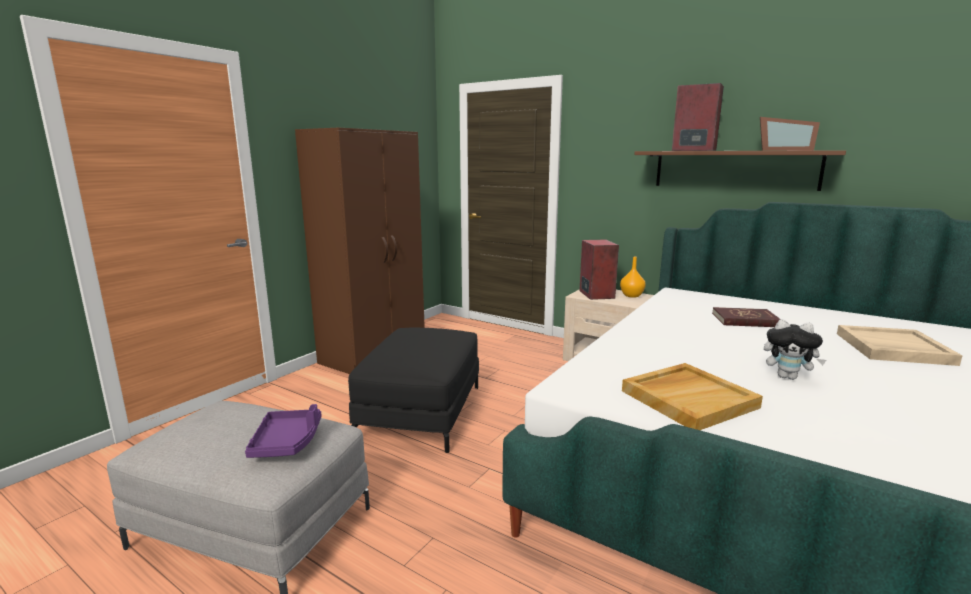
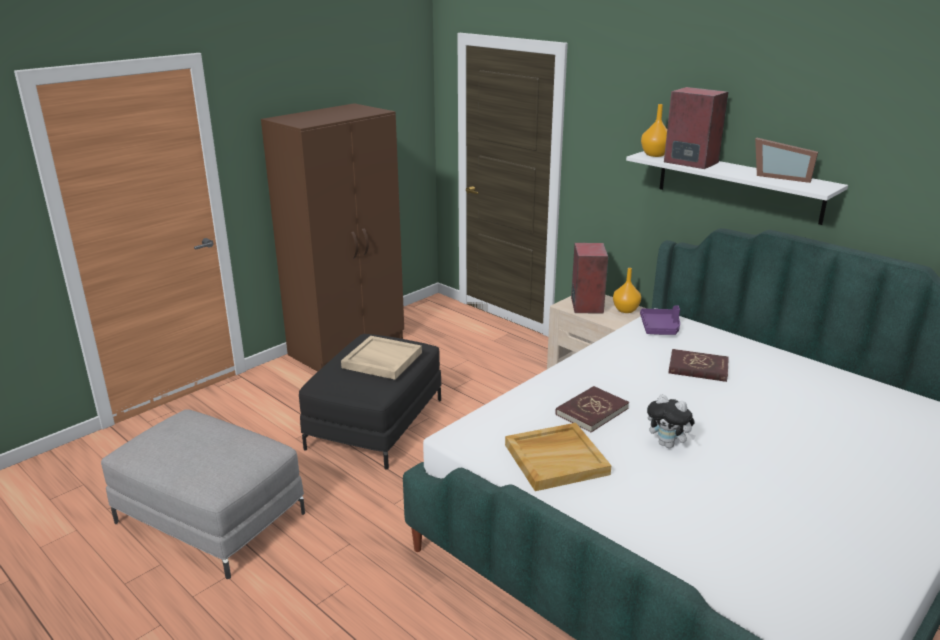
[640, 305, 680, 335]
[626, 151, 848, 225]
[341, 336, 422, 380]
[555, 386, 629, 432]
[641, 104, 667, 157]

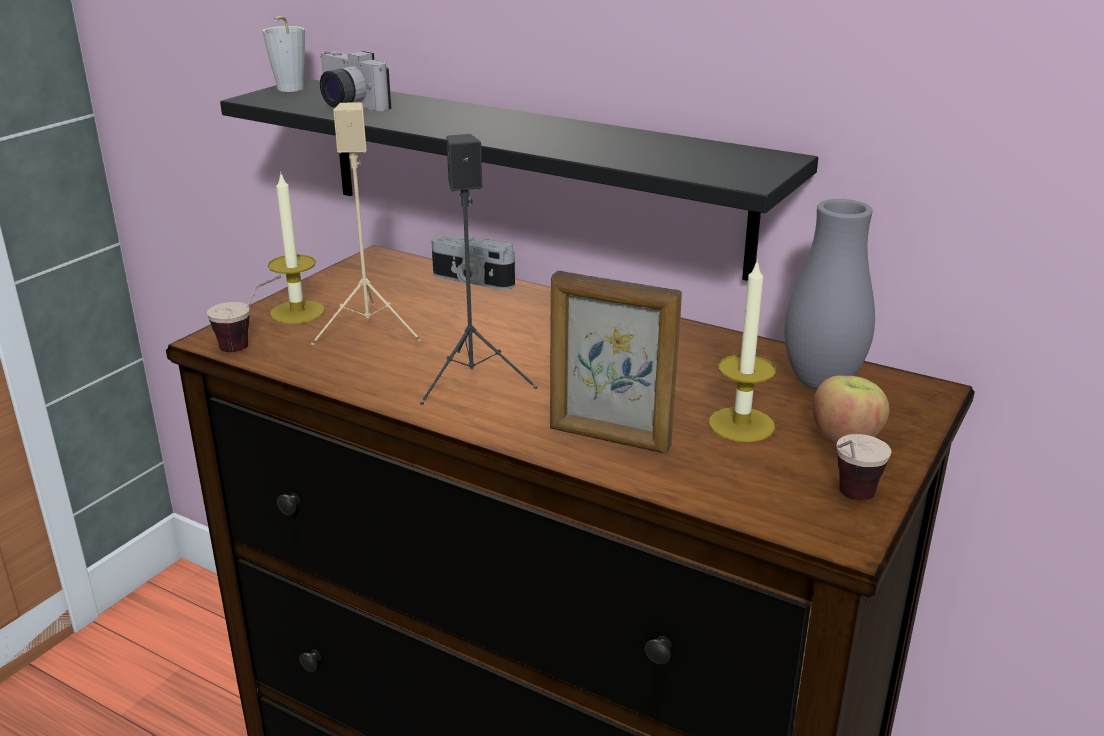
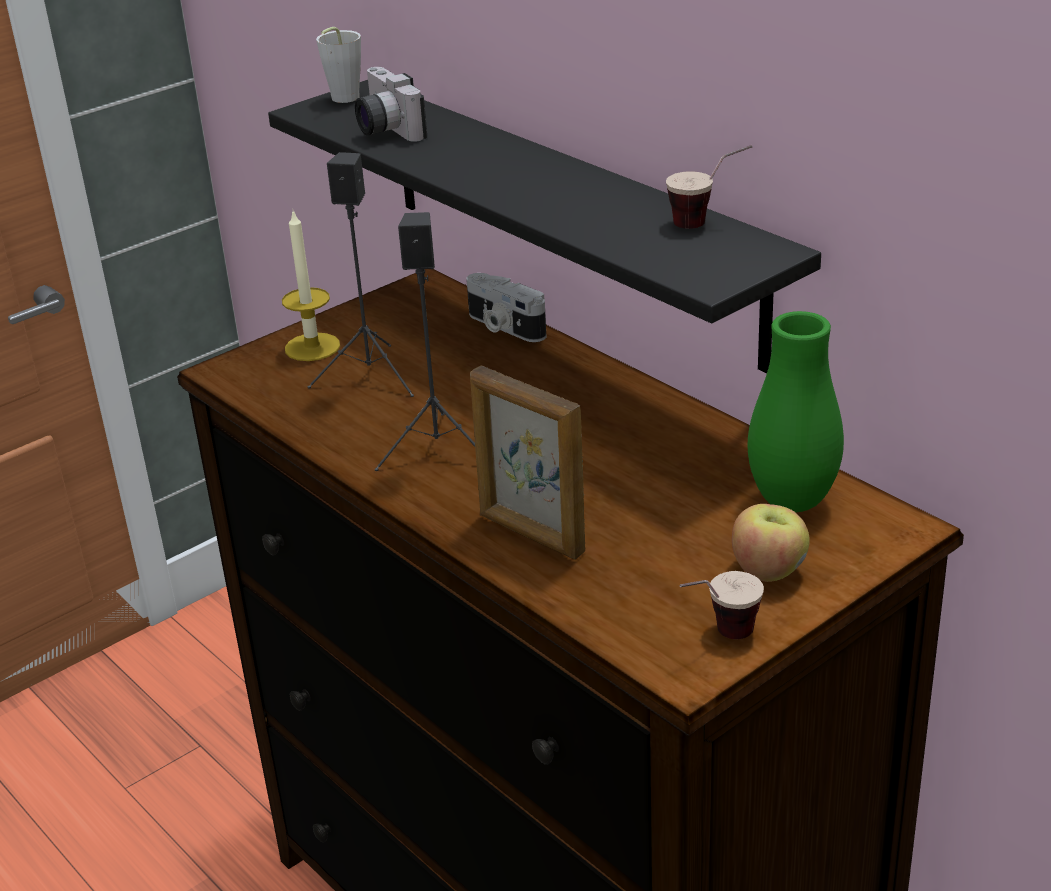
[666, 145, 752, 229]
[308, 152, 414, 397]
[709, 259, 776, 442] (first image)
[747, 311, 844, 512]

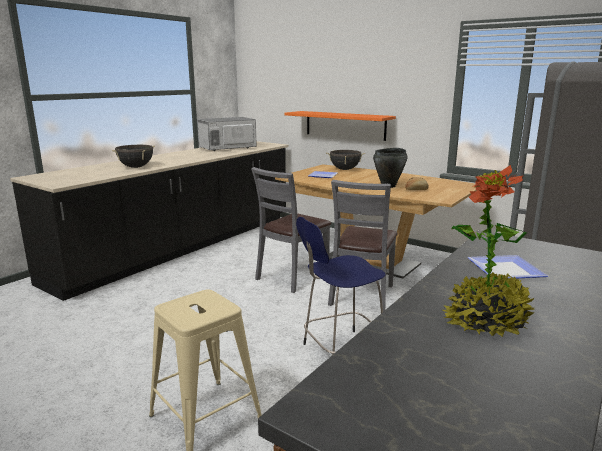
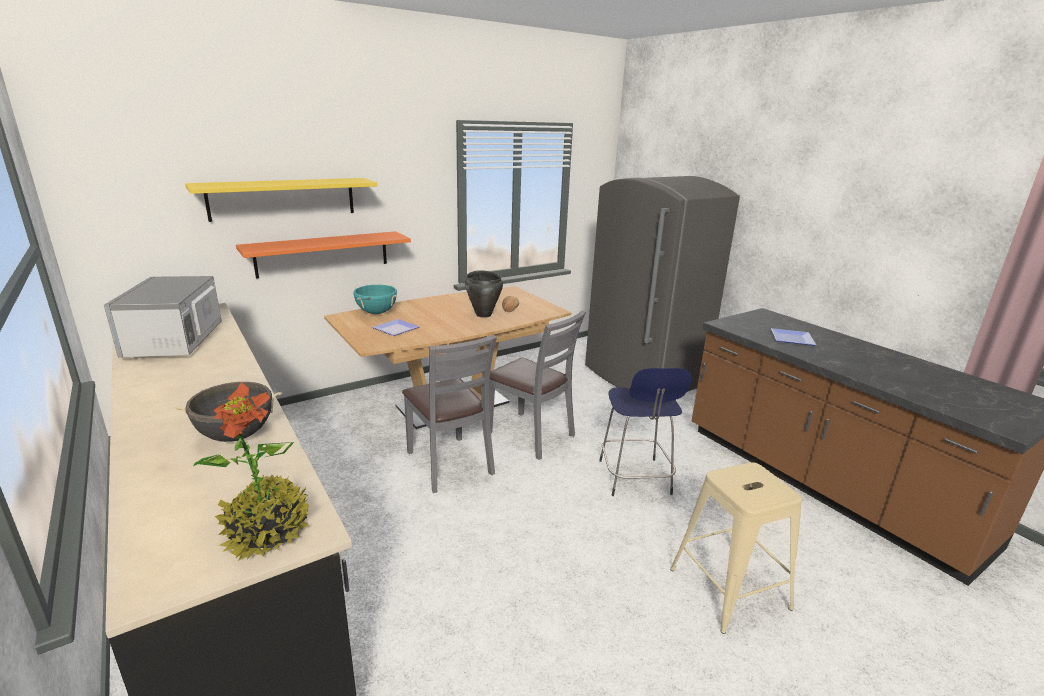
[353, 285, 397, 314]
[194, 382, 309, 561]
[185, 178, 377, 222]

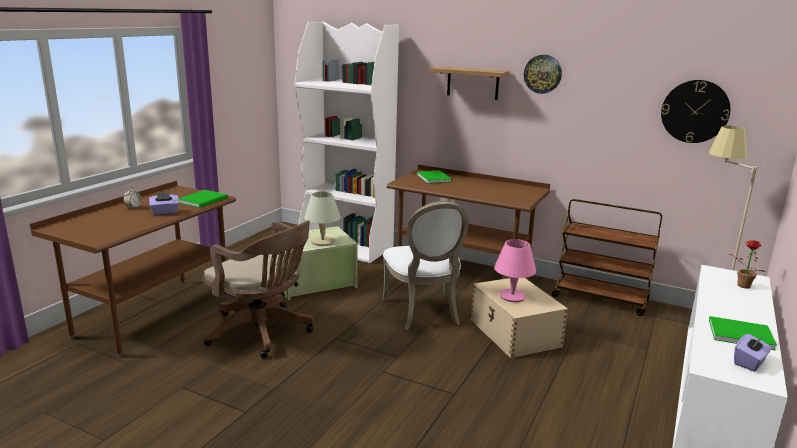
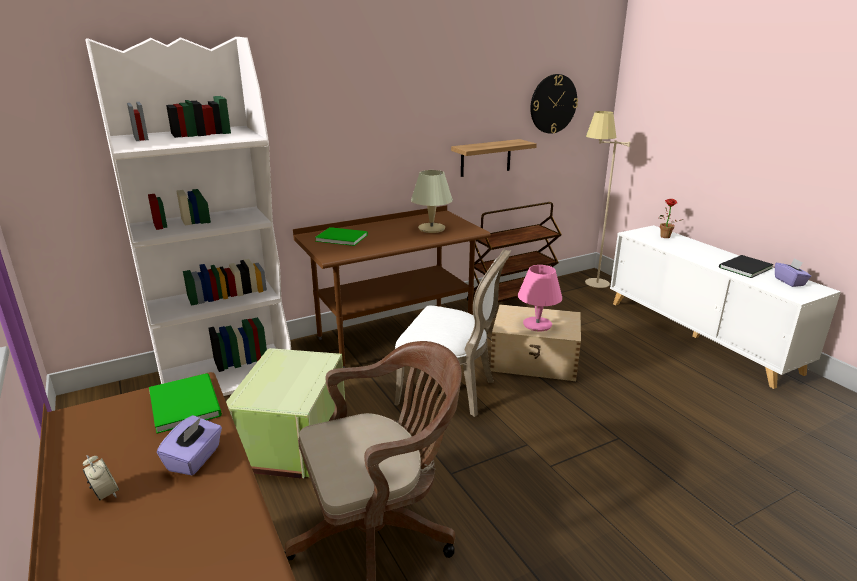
[411, 170, 453, 233]
[451, 139, 537, 177]
[524, 55, 562, 94] (first image)
[719, 255, 774, 278]

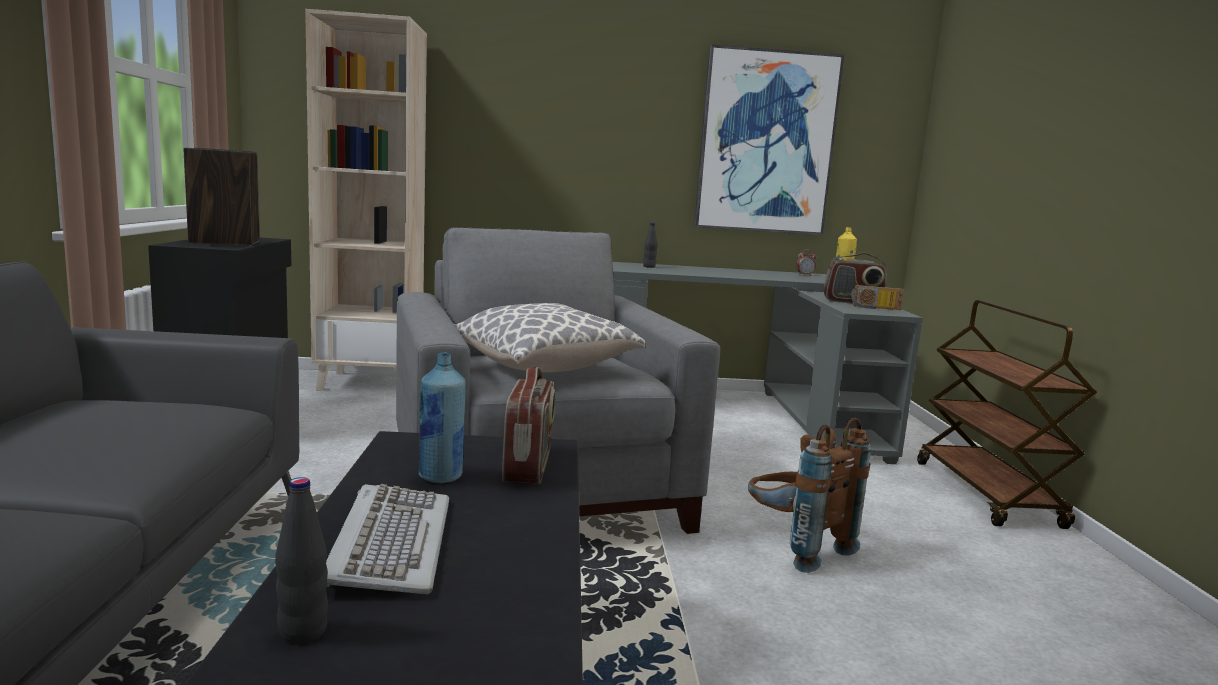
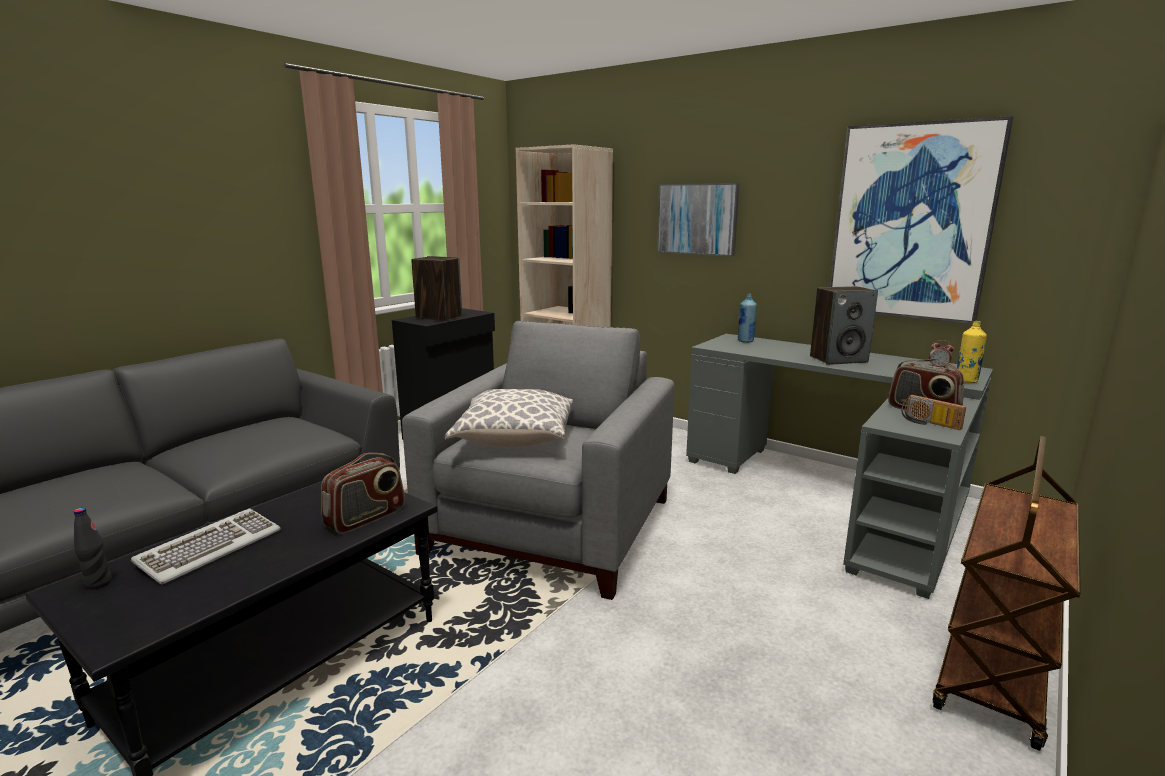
[737, 294, 757, 343]
[643, 223, 657, 268] (first image)
[748, 417, 871, 573] (first image)
[657, 183, 740, 257]
[810, 286, 878, 365]

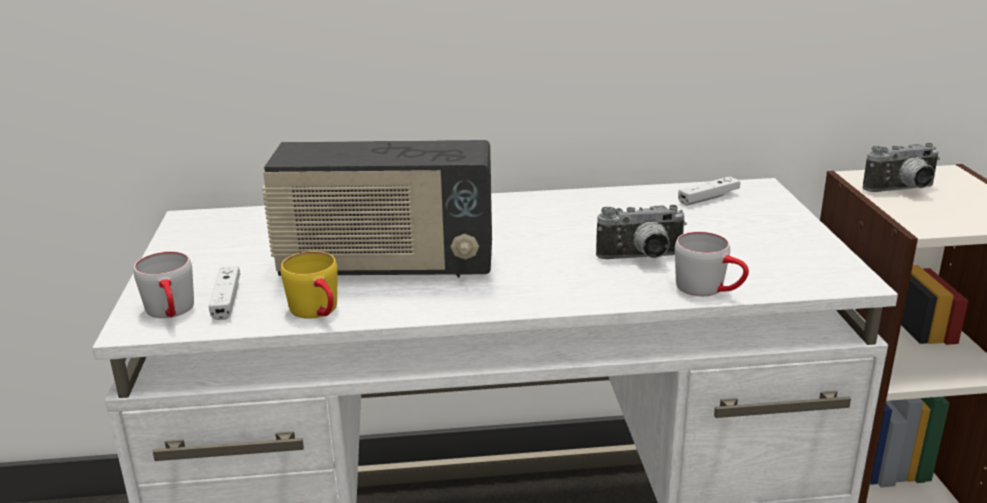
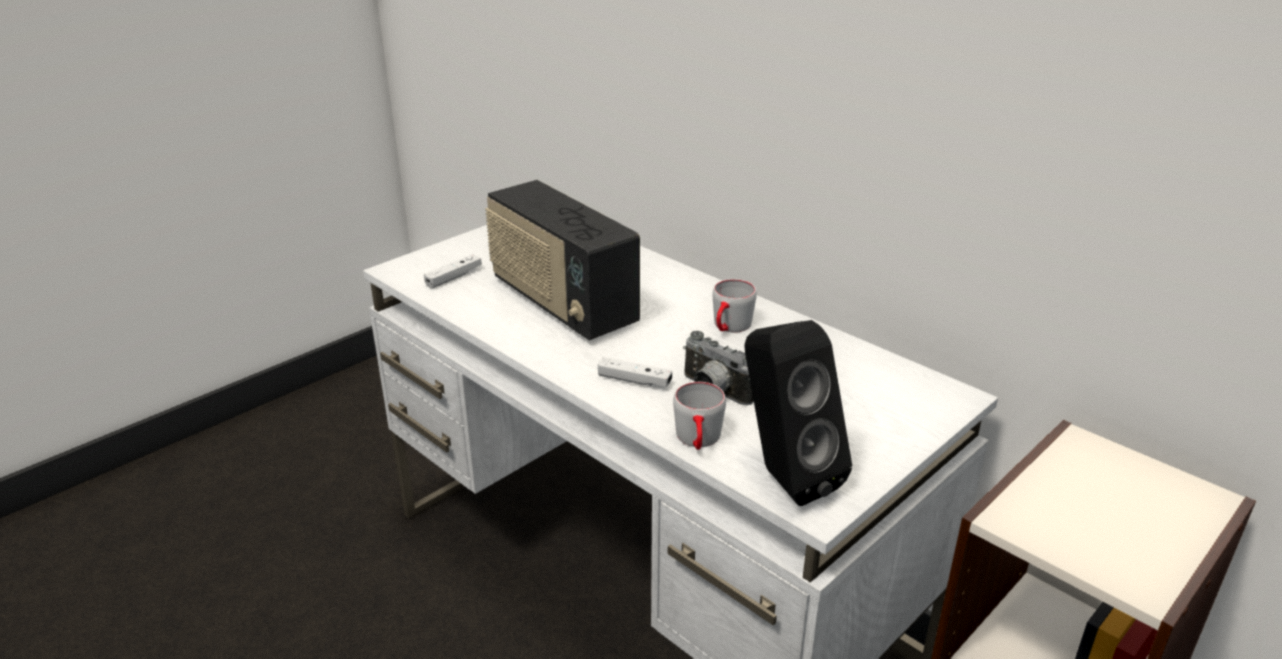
[713, 279, 757, 332]
[281, 251, 338, 319] (first image)
[597, 357, 672, 386]
[863, 143, 940, 192] (first image)
[744, 320, 852, 506]

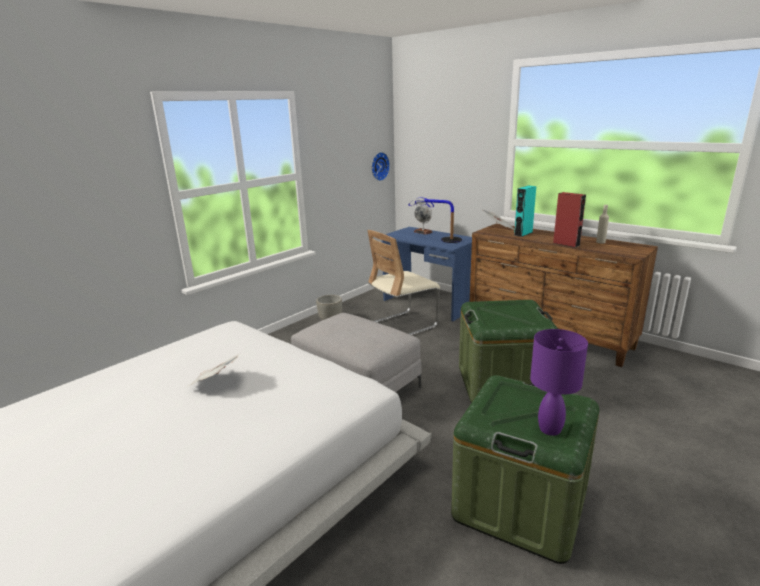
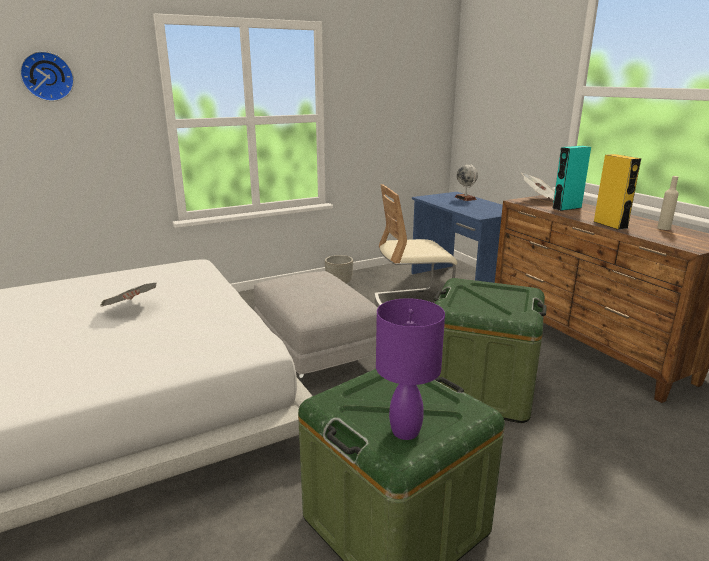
[20, 51, 74, 101]
[409, 197, 462, 243] (first image)
[594, 154, 641, 230]

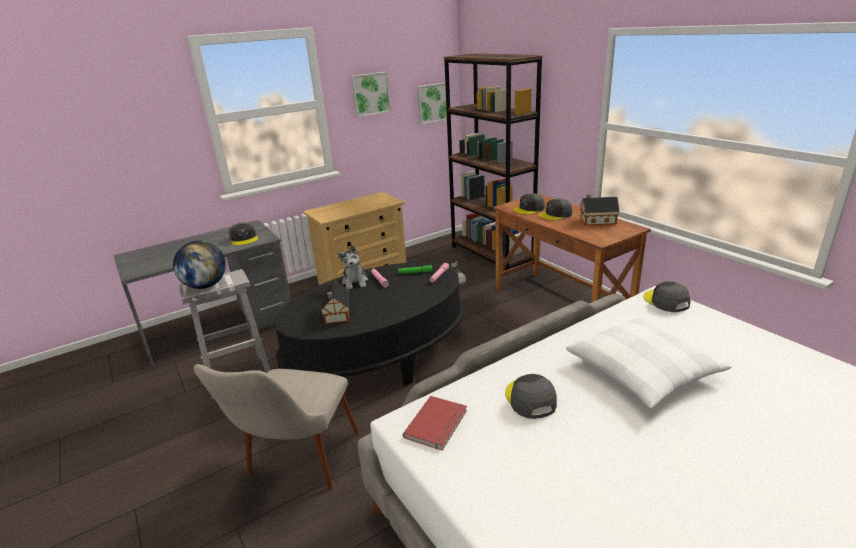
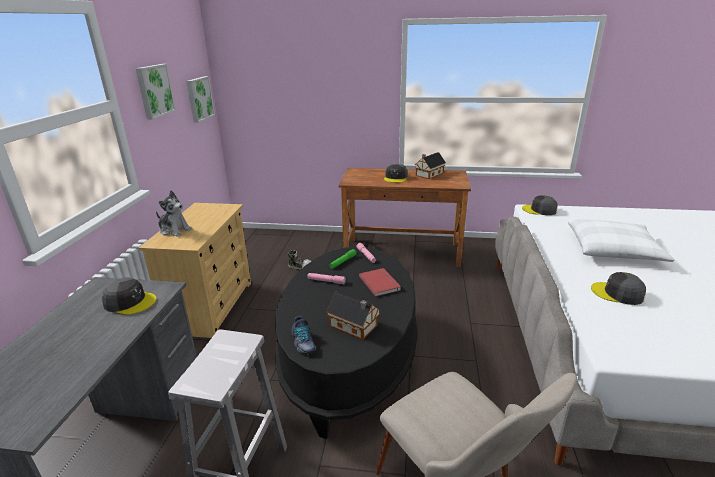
[173, 241, 226, 289] (first image)
[156, 191, 192, 237]
[359, 268, 401, 297]
[444, 53, 543, 270] (first image)
[513, 193, 545, 214] (first image)
[291, 316, 316, 355]

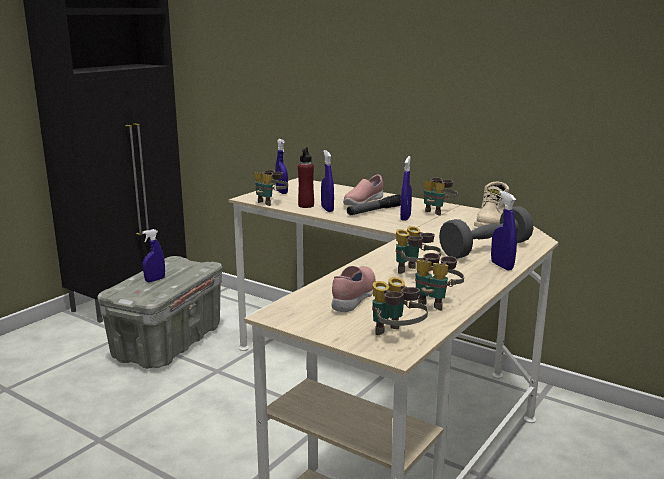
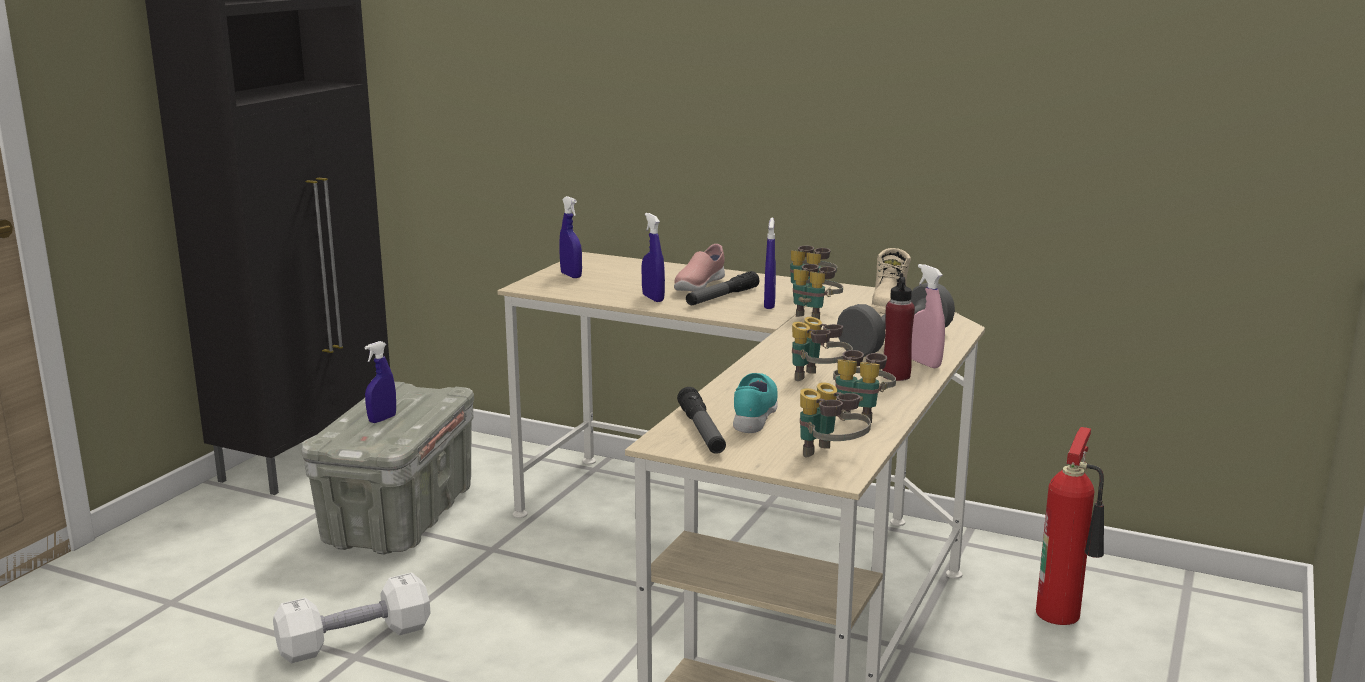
[793, 264, 843, 320]
[882, 273, 915, 381]
[733, 373, 778, 433]
[911, 264, 945, 368]
[273, 572, 431, 663]
[677, 387, 726, 454]
[1036, 427, 1104, 625]

